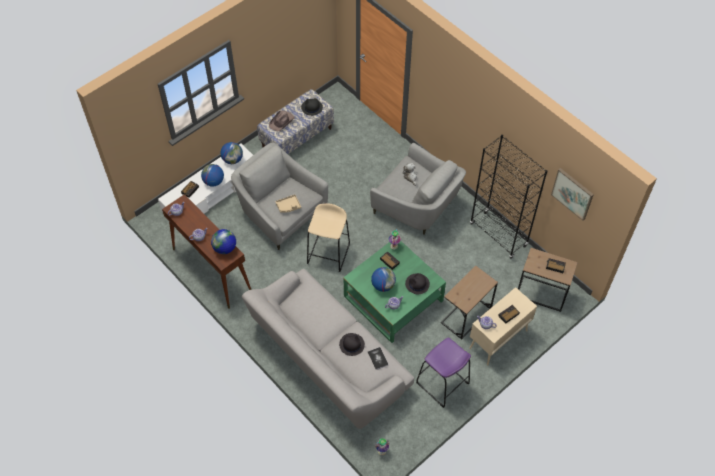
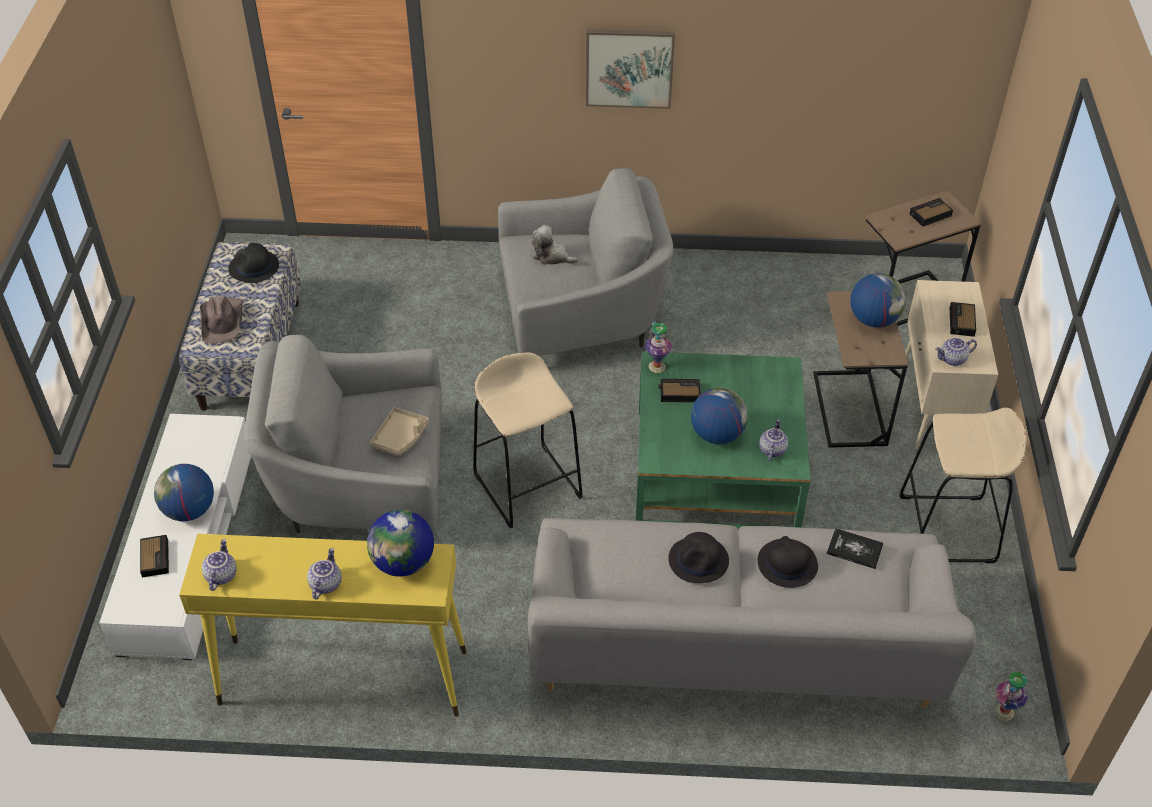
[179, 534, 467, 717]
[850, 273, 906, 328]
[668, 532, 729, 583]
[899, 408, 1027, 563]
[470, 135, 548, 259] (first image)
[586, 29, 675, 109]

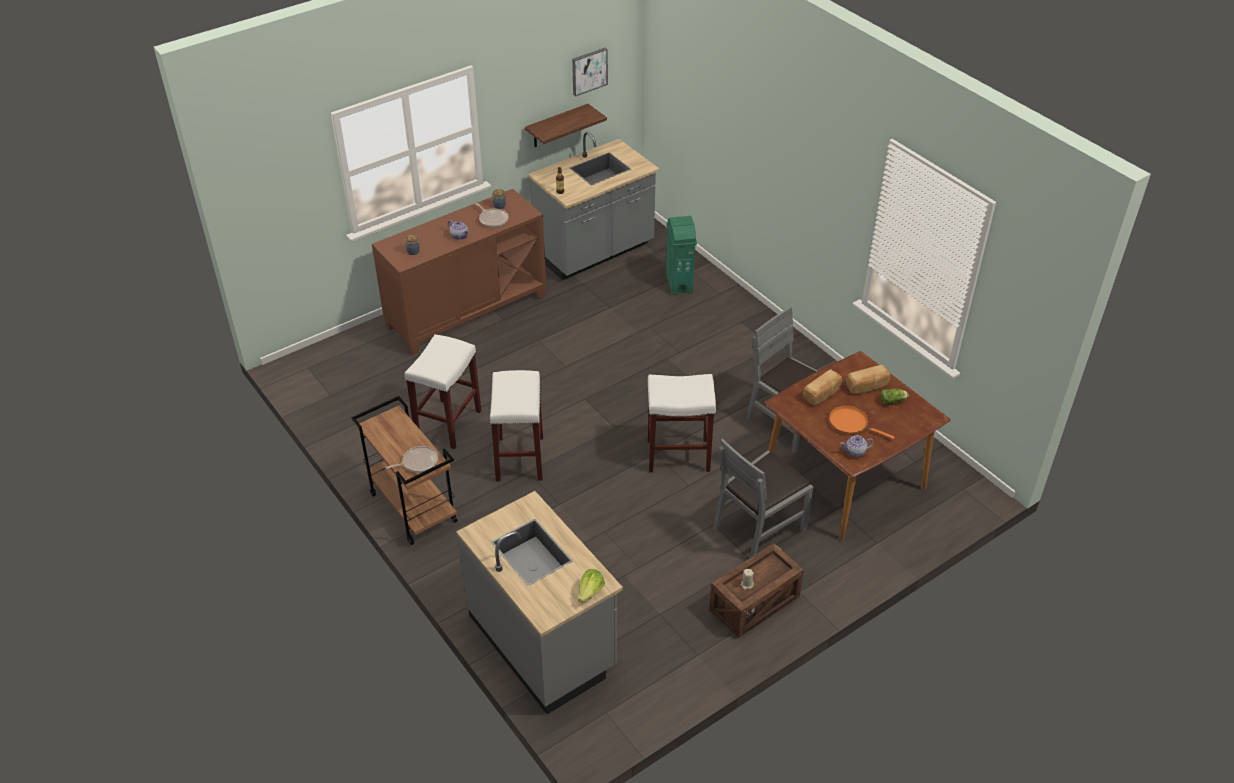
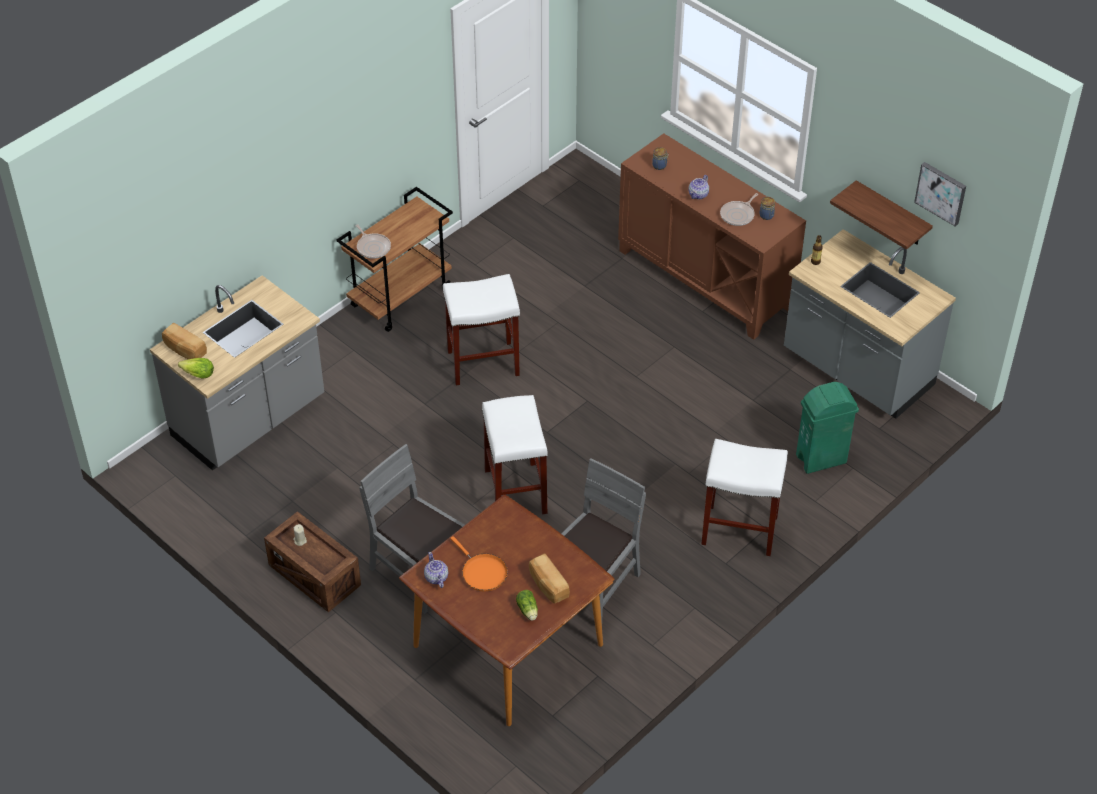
[701, 439, 788, 556]
[162, 322, 207, 359]
[450, 536, 508, 591]

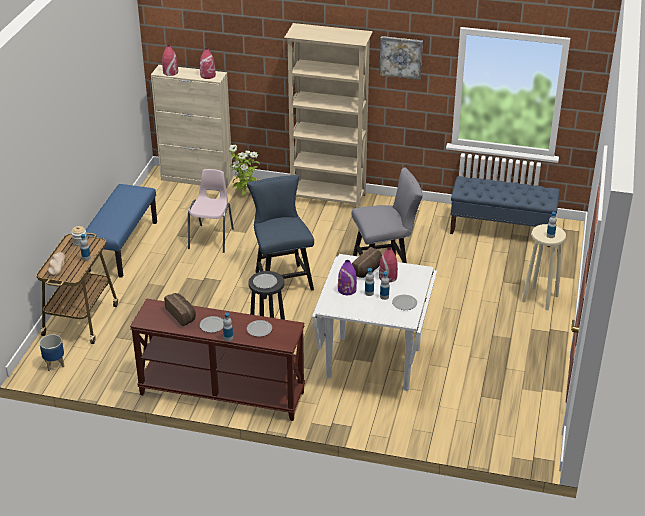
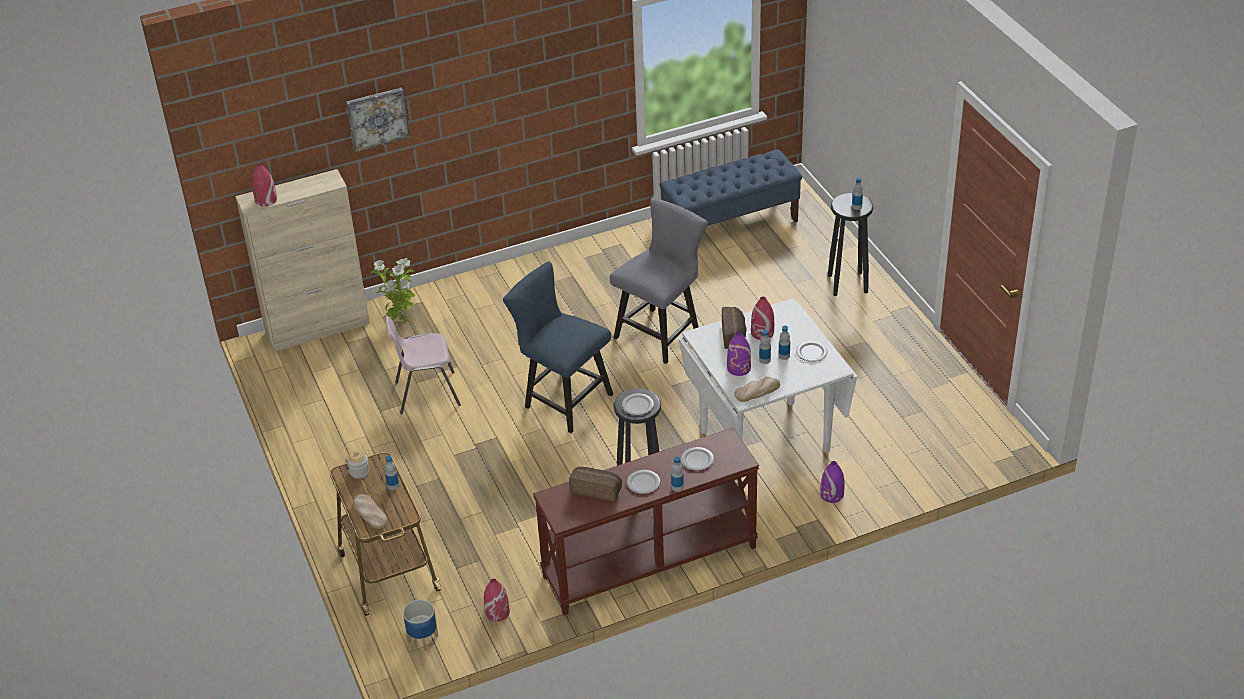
[86, 184, 157, 278] (first image)
[386, 316, 461, 414]
[484, 579, 510, 622]
[284, 23, 373, 208] (first image)
[346, 87, 410, 152]
[828, 193, 873, 296]
[734, 377, 780, 402]
[821, 461, 844, 503]

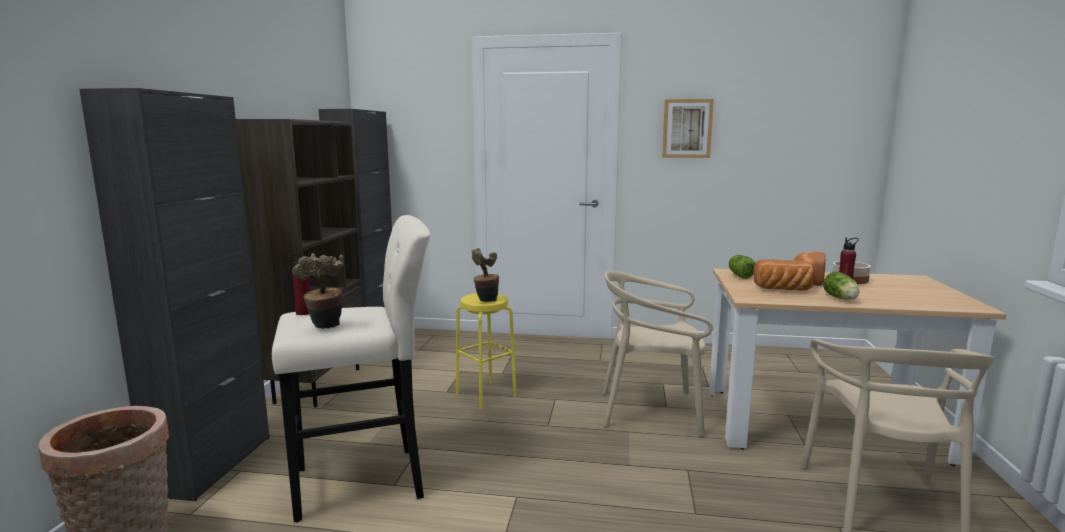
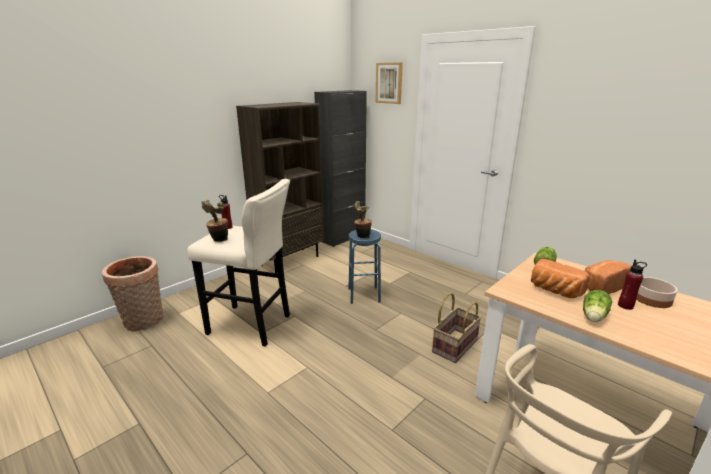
[79, 88, 270, 501] (first image)
[348, 229, 381, 304]
[432, 292, 482, 363]
[375, 62, 403, 104]

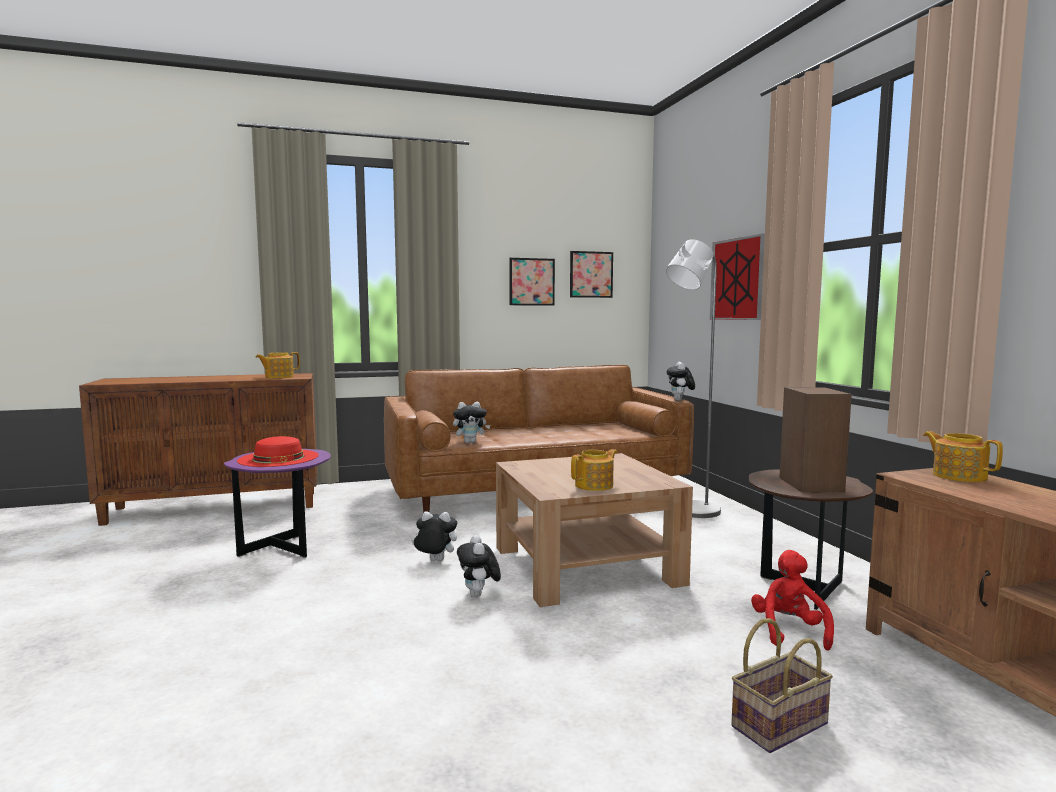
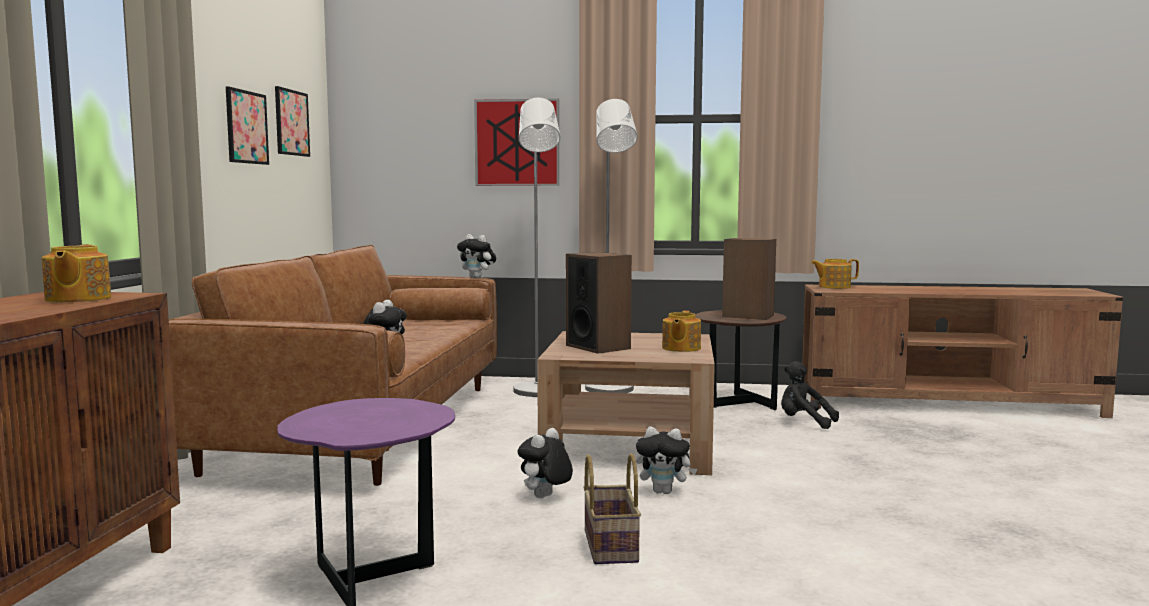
[237, 436, 319, 467] (first image)
[662, 311, 701, 352]
[583, 453, 641, 564]
[781, 361, 839, 429]
[566, 252, 632, 354]
[585, 99, 638, 393]

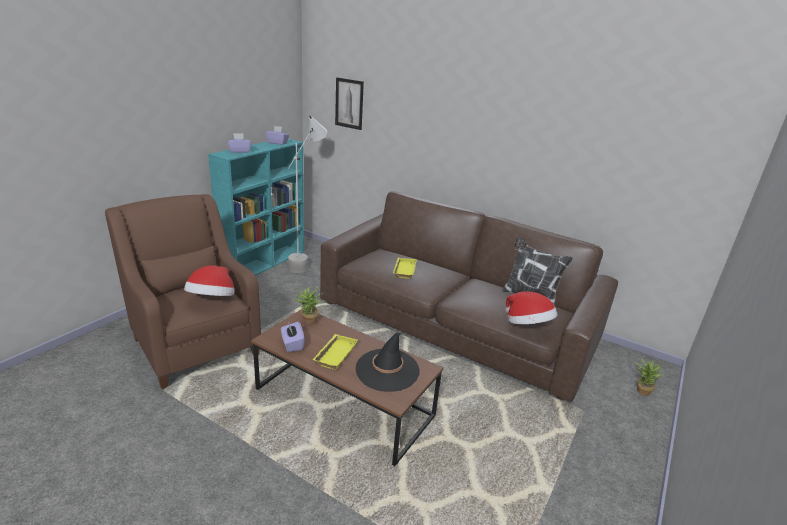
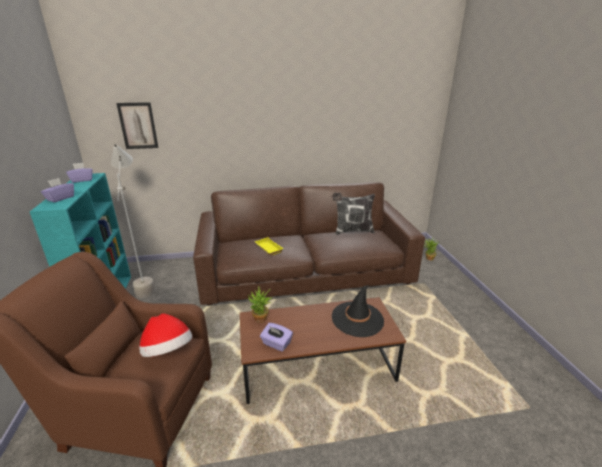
[313, 334, 357, 370] (first image)
[505, 291, 557, 324] (first image)

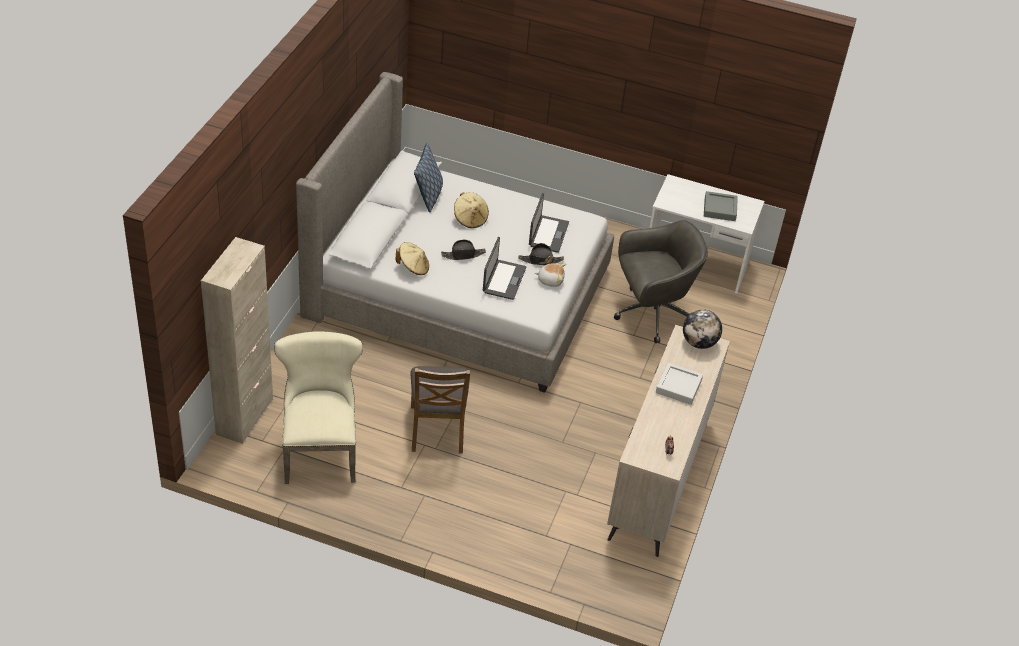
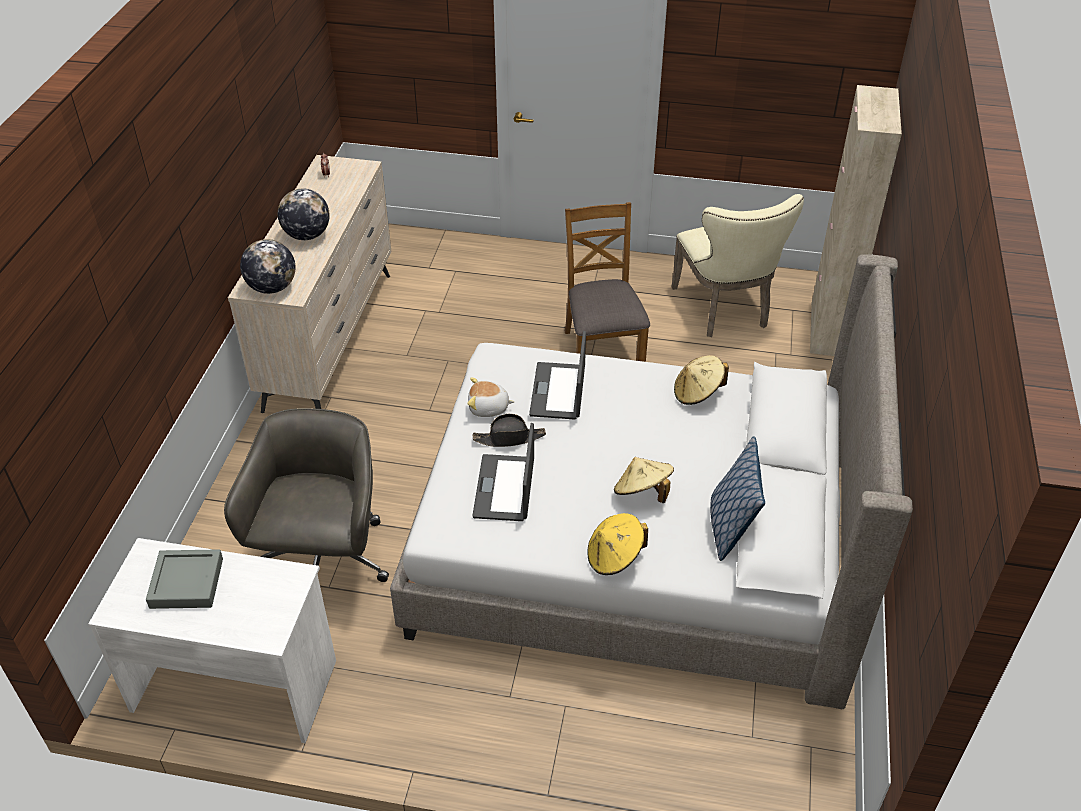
[441, 240, 486, 260] (first image)
[224, 408, 389, 582]
[278, 189, 330, 240]
[587, 513, 648, 575]

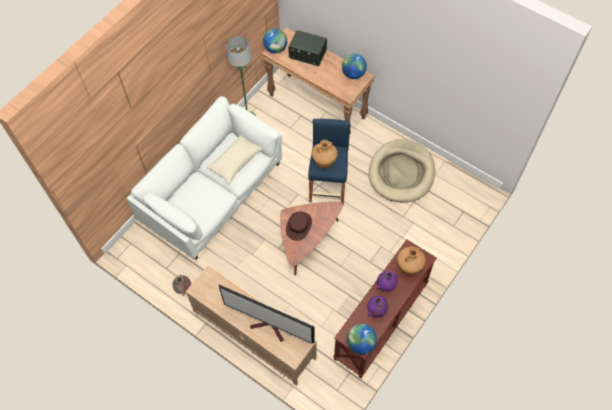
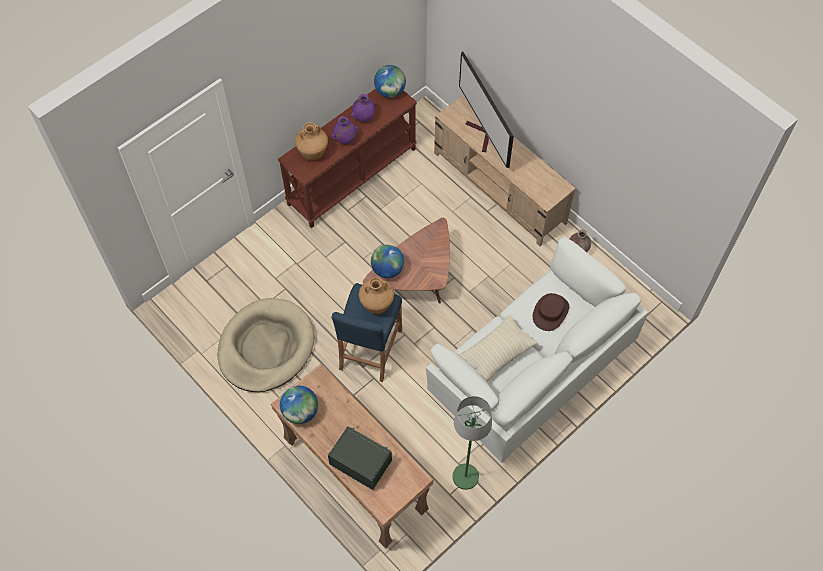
[459, 51, 514, 168]
[371, 245, 404, 278]
[533, 293, 569, 331]

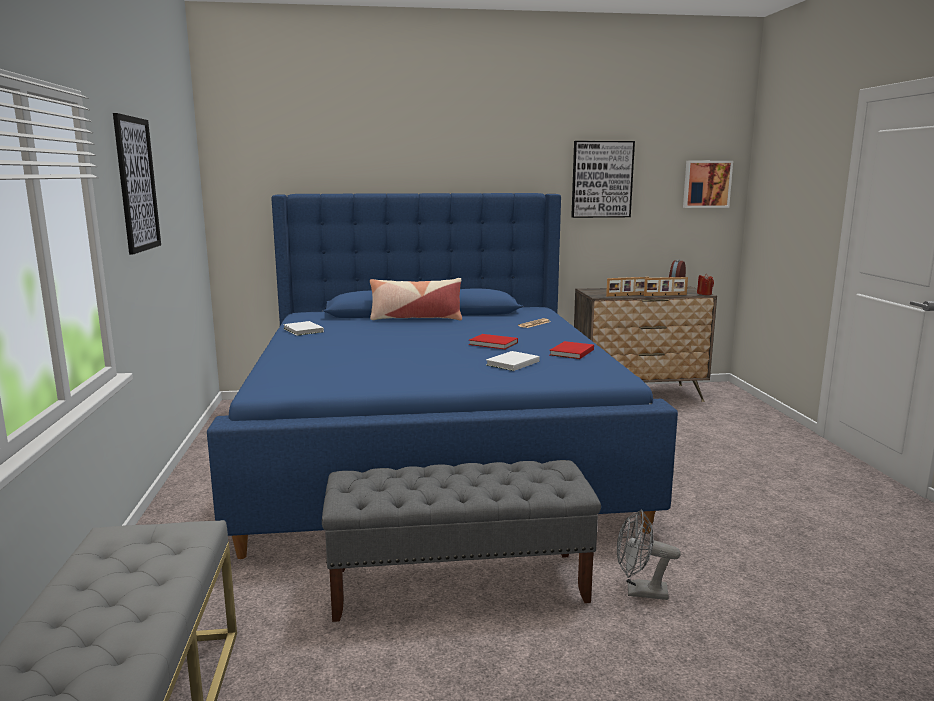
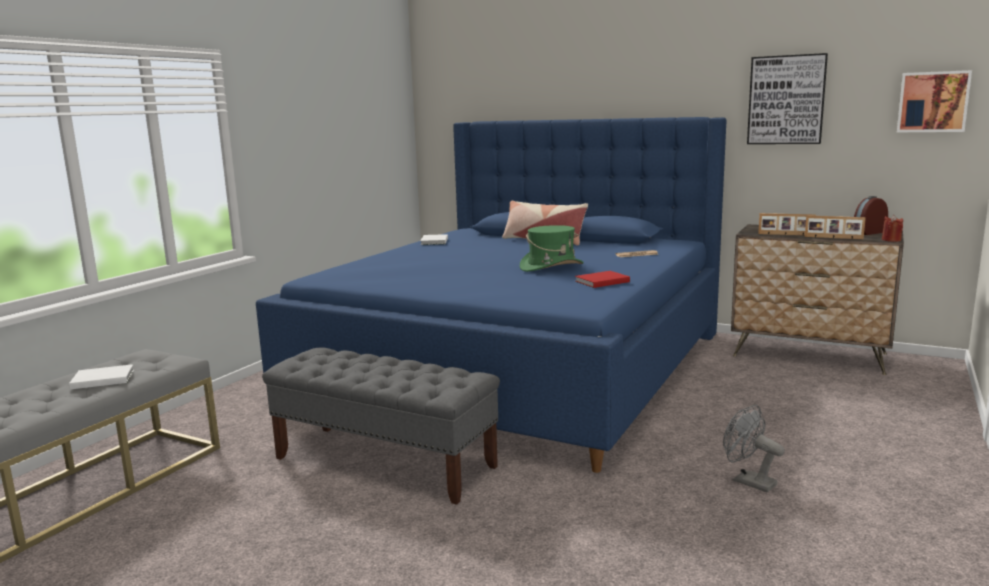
[113, 113, 161, 255] (first image)
[520, 225, 584, 272]
[69, 364, 134, 389]
[723, 405, 785, 492]

